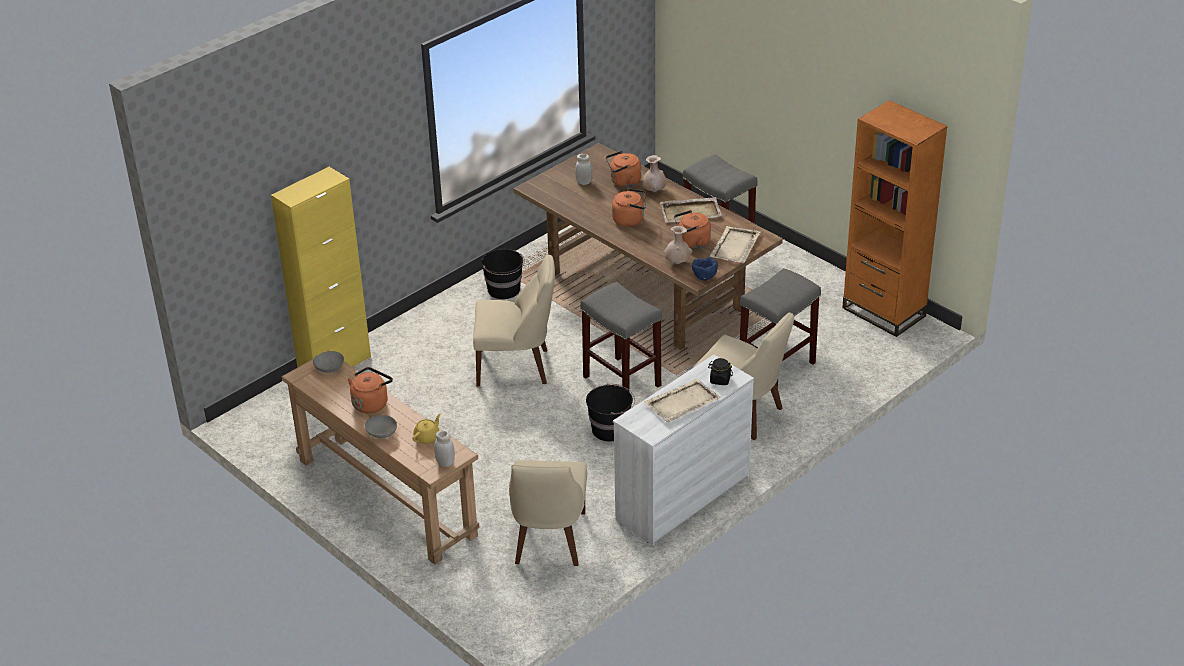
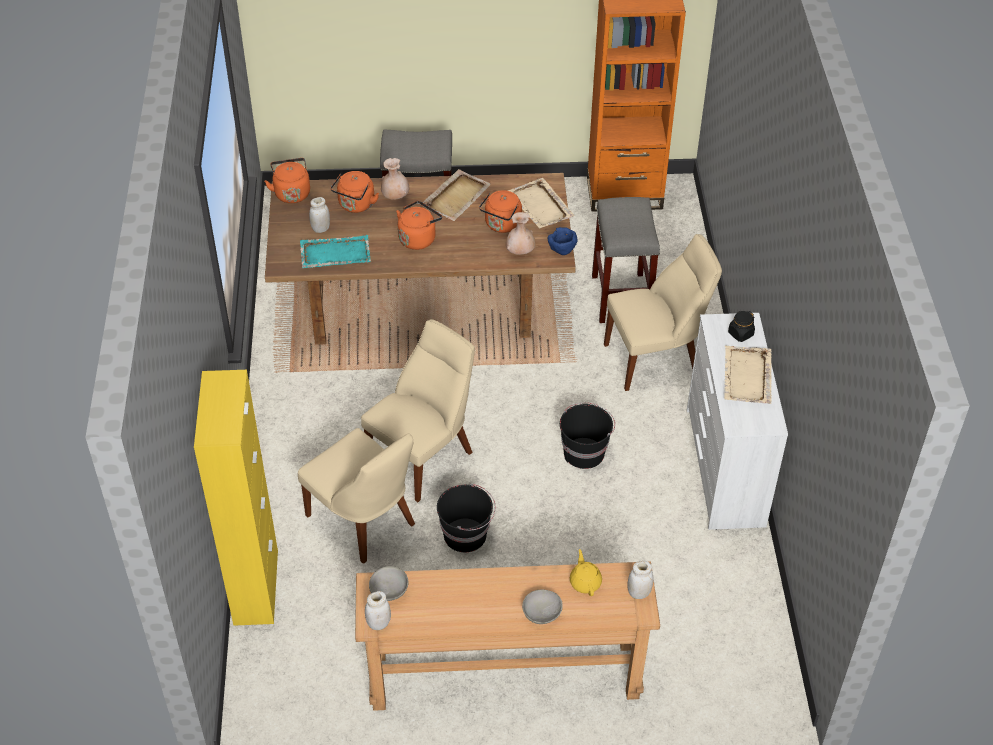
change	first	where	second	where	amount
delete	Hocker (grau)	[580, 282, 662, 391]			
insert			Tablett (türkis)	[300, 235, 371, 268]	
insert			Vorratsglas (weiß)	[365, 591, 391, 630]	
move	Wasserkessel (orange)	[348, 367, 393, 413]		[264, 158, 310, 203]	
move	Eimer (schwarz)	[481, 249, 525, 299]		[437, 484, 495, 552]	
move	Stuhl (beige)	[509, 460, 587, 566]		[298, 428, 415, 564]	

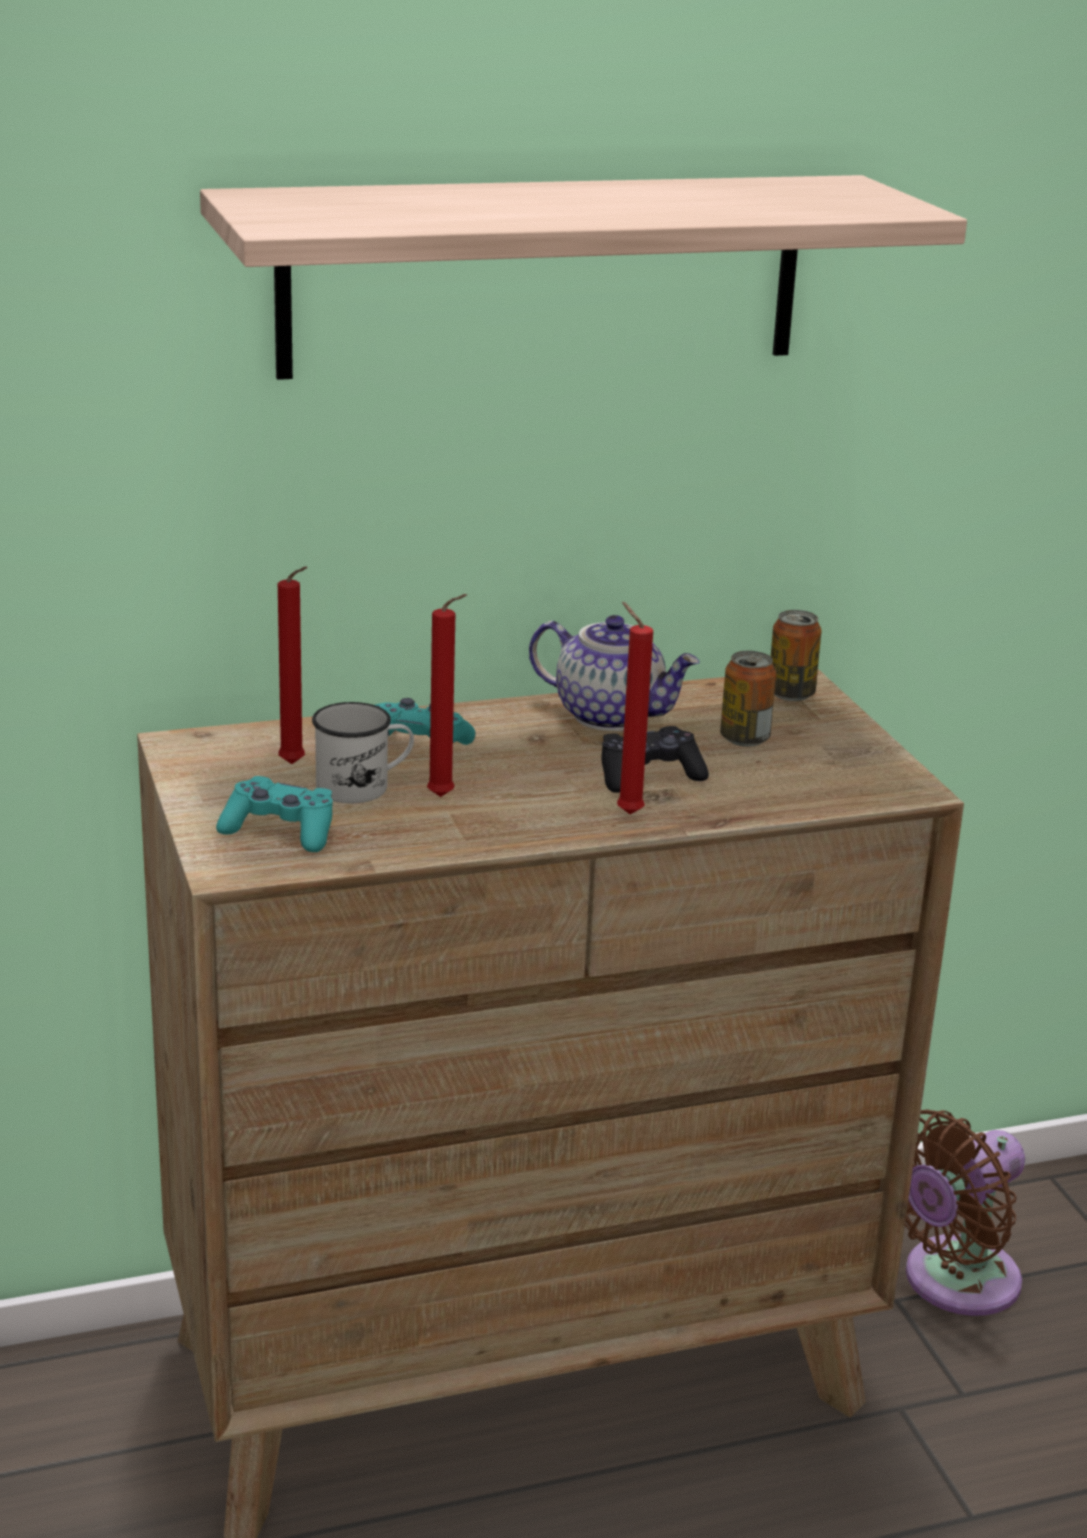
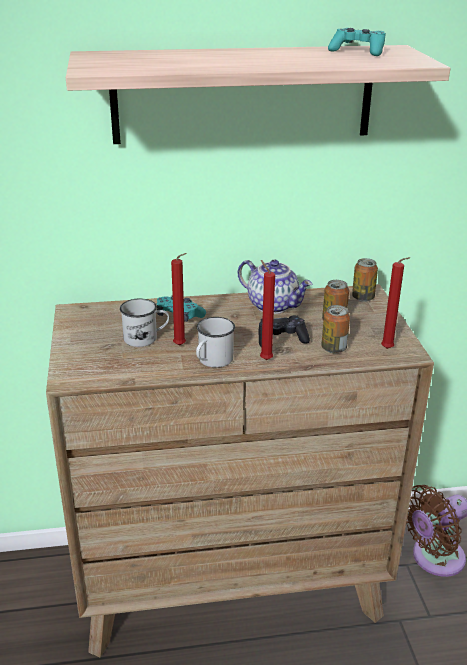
change	first	where	second	where	amount
insert			Henkelbecher (weiß)	[196, 317, 235, 368]	
insert			Dose	[321, 305, 350, 353]	
move	Gamepad (türkis)	[216, 776, 333, 852]		[328, 28, 386, 56]	
move	Kerze (rot)	[278, 567, 308, 764]		[381, 257, 410, 349]	

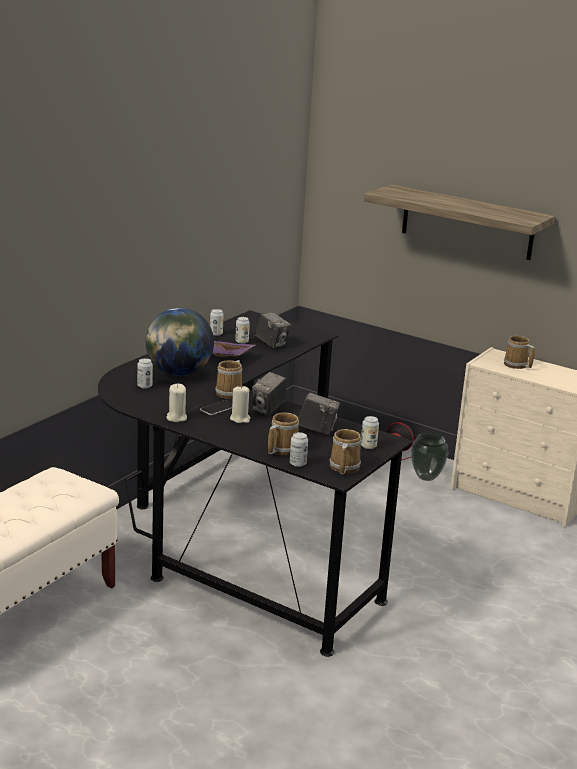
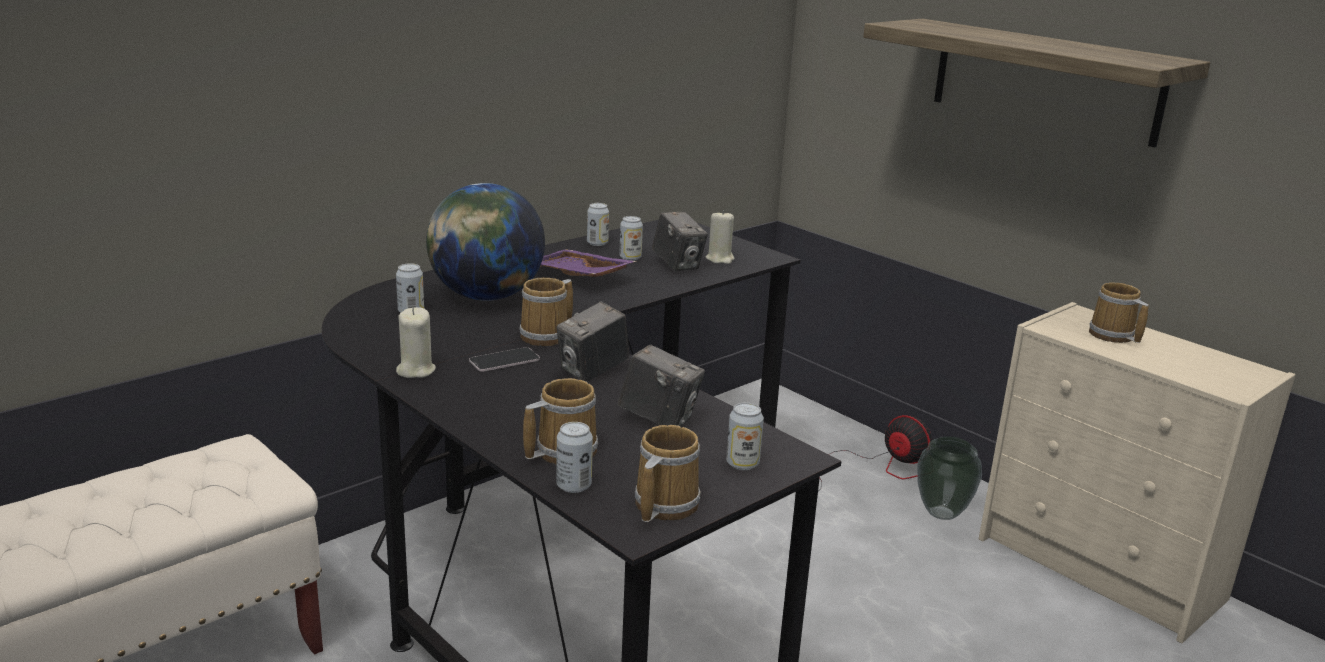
change	first	where	second	where	amount
move	Kerze (beige)	[230, 385, 251, 423]		[706, 210, 735, 264]	

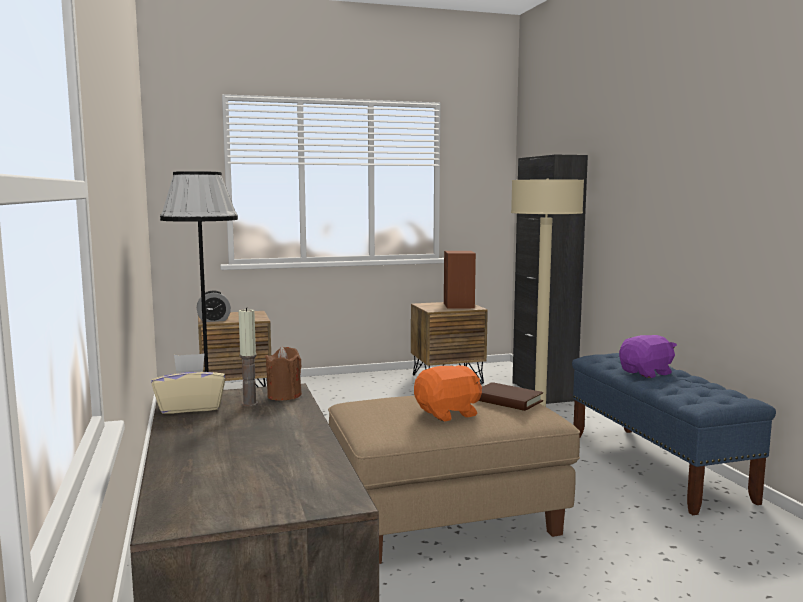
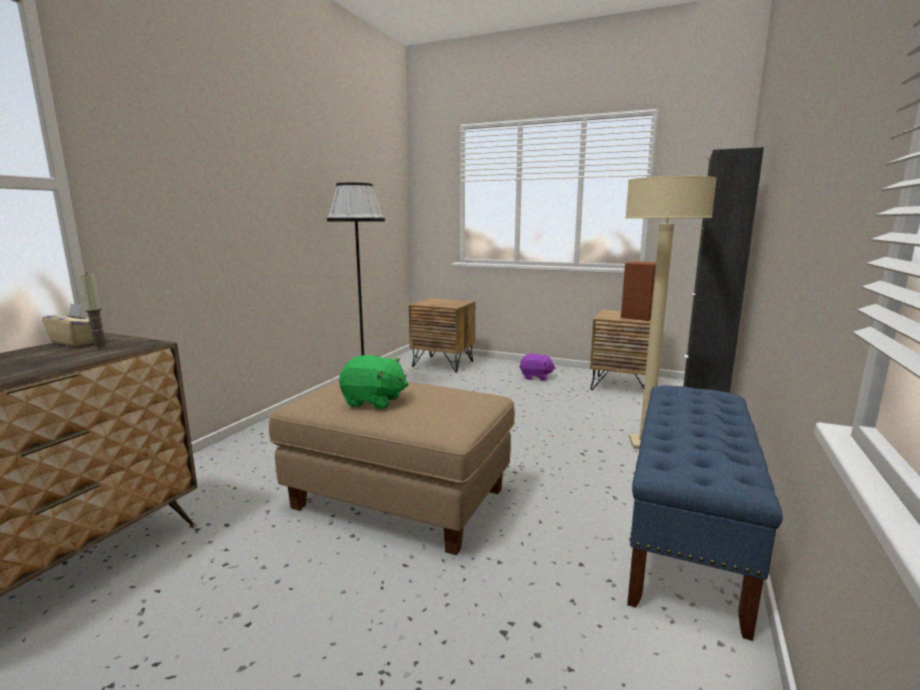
change	first	where	second	where	amount
delete	Wecker	[197, 291, 231, 322]			
delete	Kerze (braun)	[265, 346, 302, 400]			
delete	Buch (braun)	[479, 382, 543, 411]			
move	Plüschtier (lila)	[619, 335, 677, 378]		[519, 354, 556, 381]	
recolor	Plüschtier (orange)	[414, 365, 482, 422]	Plüschtier (grün)	[339, 355, 409, 409]	

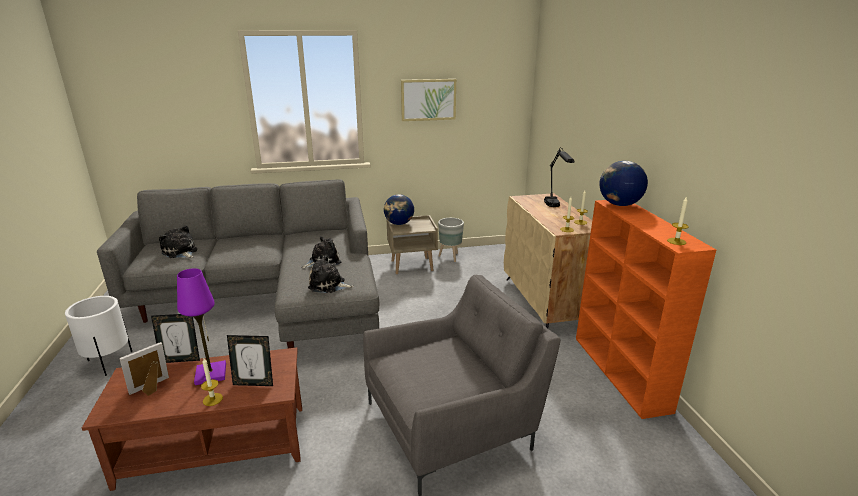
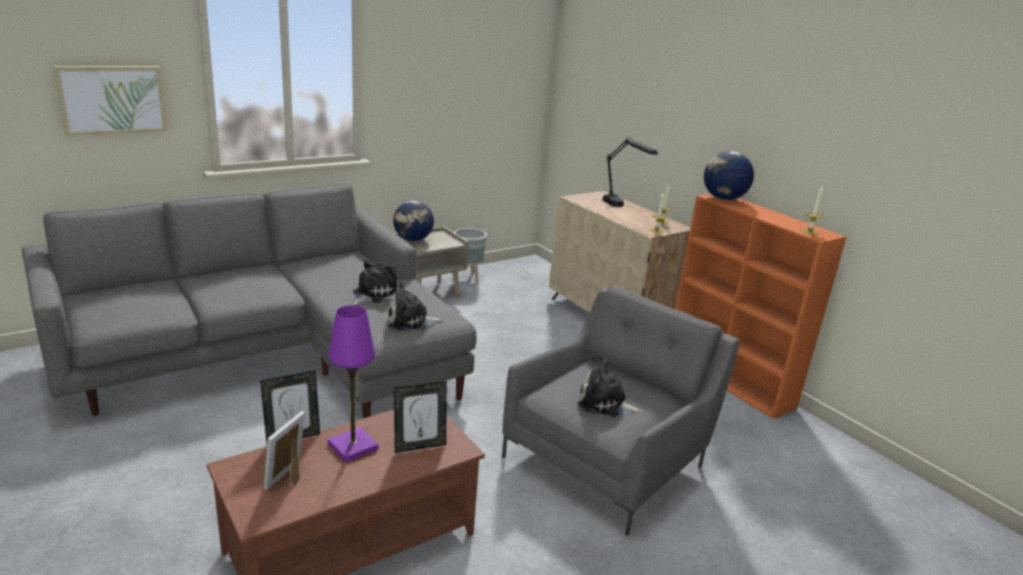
change	first	where	second	where	amount
delete	Pflanzkübel (weiß)	[65, 296, 132, 376]			
delete	Kerze	[201, 358, 223, 406]			
move	Plüschtier	[159, 226, 197, 258]		[577, 358, 643, 418]	
move	Bild	[401, 79, 456, 121]		[54, 66, 167, 136]	

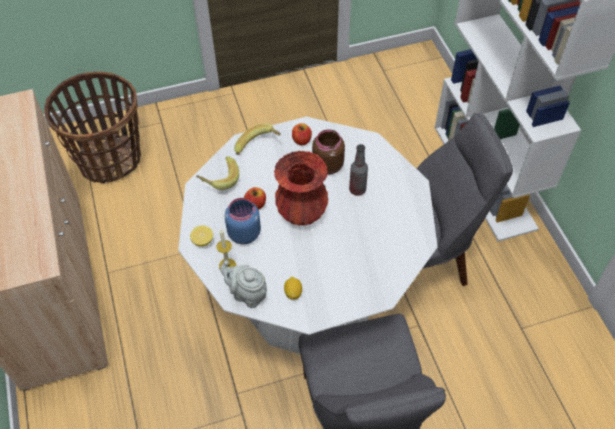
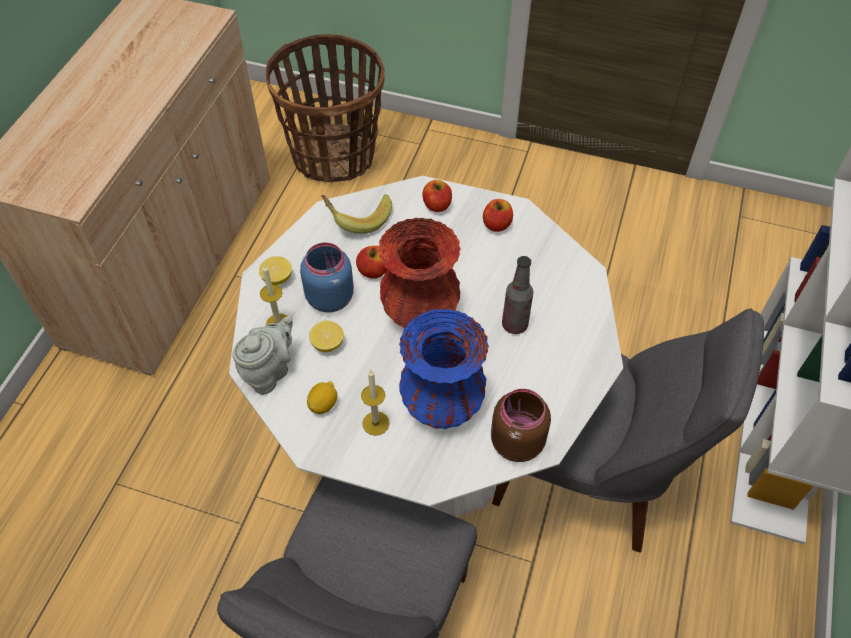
change	first	where	second	where	amount
insert			Zitrone	[309, 321, 344, 352]	
insert			Kerze	[361, 370, 390, 436]	
insert			Vase (blau)	[399, 309, 489, 429]	
move	Vorratsglas (braun)	[312, 129, 345, 175]		[491, 389, 551, 462]	
replace	Banane	[234, 123, 281, 155]	Apfel	[422, 180, 452, 212]	
rotate	Teekanne (grau)	[220, 260, 267, 308]		[232, 316, 293, 395]	60 degrees clockwise

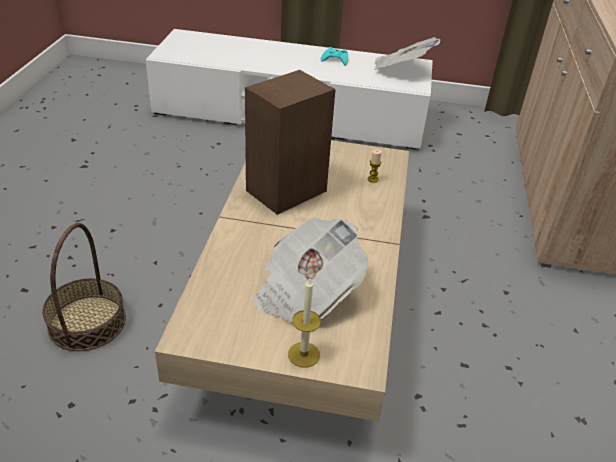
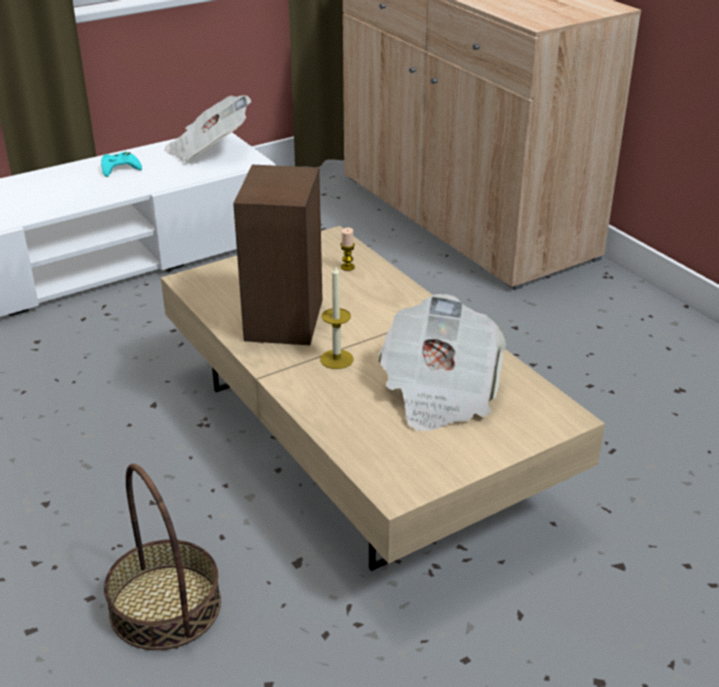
change	first	where	second	where	amount
move	Kerze	[288, 279, 321, 368]		[320, 264, 354, 369]	

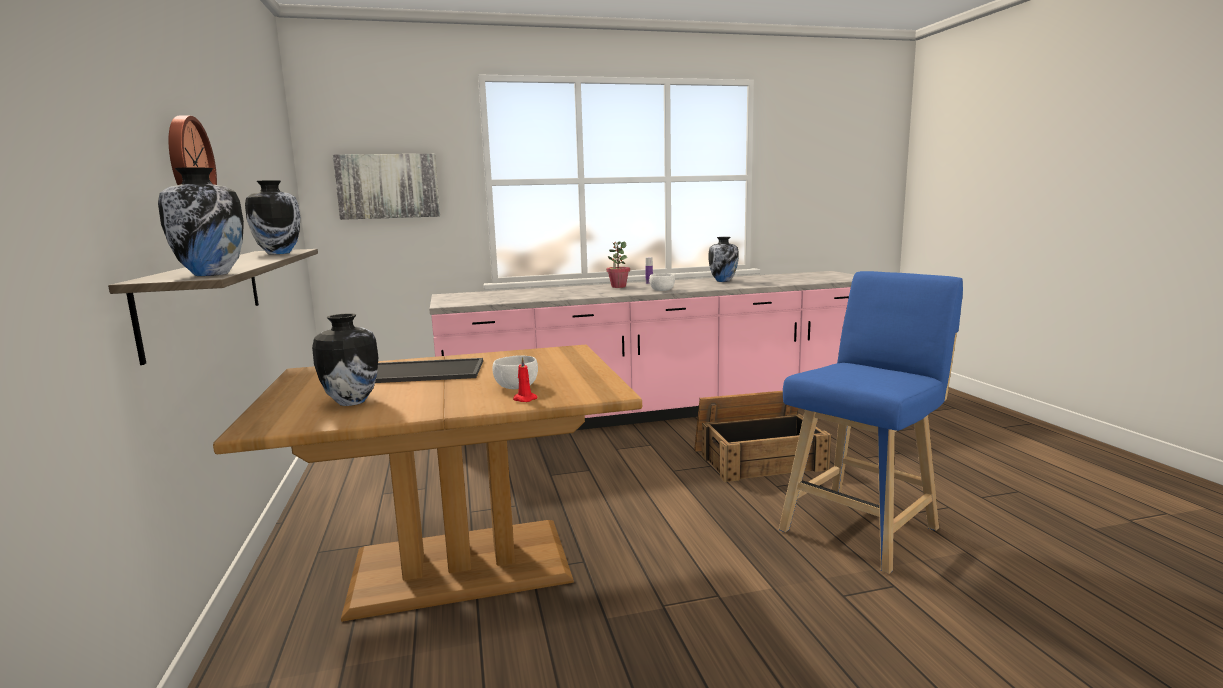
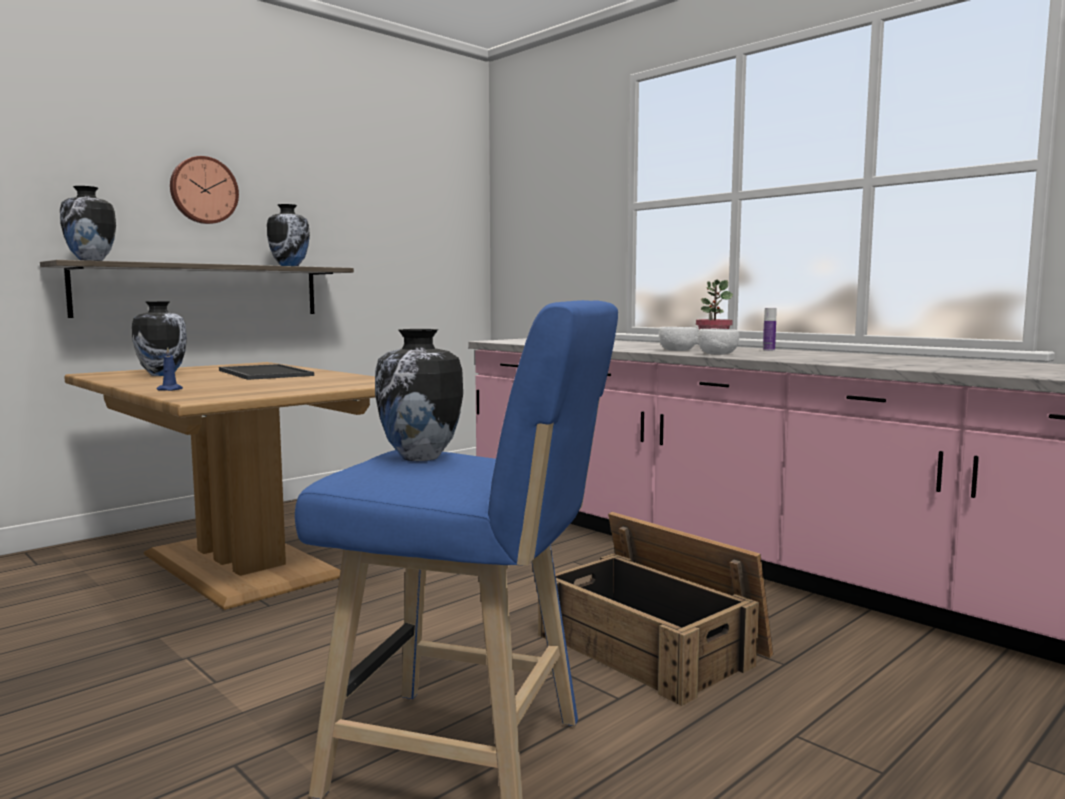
change	first	where	second	where	amount
delete	Bild	[332, 154, 440, 220]			
move	Schüssel (weiß)	[493, 355, 538, 389]		[659, 327, 698, 351]	
move	Vase	[708, 237, 739, 282]		[375, 329, 463, 461]	
recolor	Kerze (rot)	[513, 357, 537, 402]	Kerze (blau)	[157, 347, 183, 391]	

